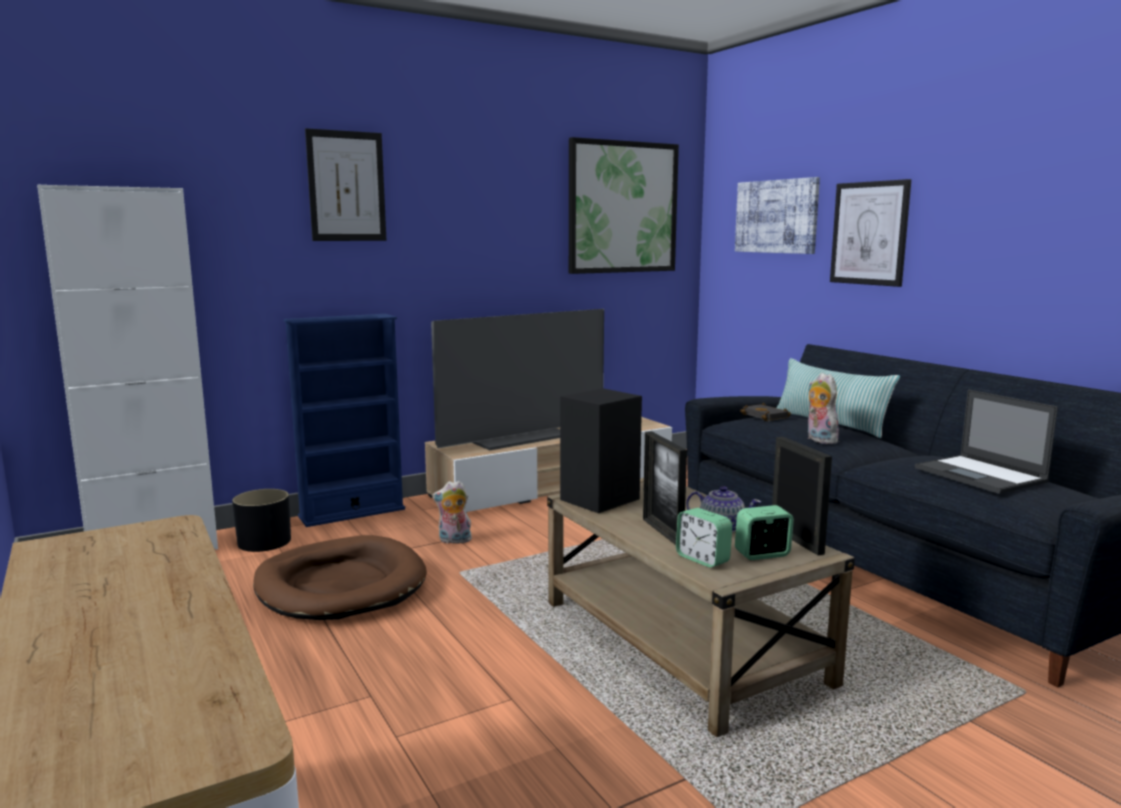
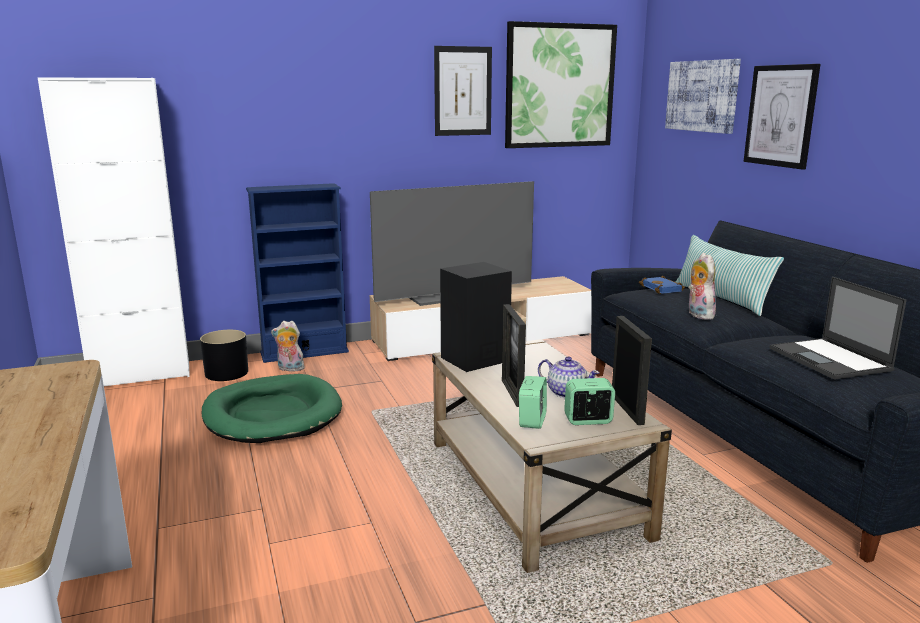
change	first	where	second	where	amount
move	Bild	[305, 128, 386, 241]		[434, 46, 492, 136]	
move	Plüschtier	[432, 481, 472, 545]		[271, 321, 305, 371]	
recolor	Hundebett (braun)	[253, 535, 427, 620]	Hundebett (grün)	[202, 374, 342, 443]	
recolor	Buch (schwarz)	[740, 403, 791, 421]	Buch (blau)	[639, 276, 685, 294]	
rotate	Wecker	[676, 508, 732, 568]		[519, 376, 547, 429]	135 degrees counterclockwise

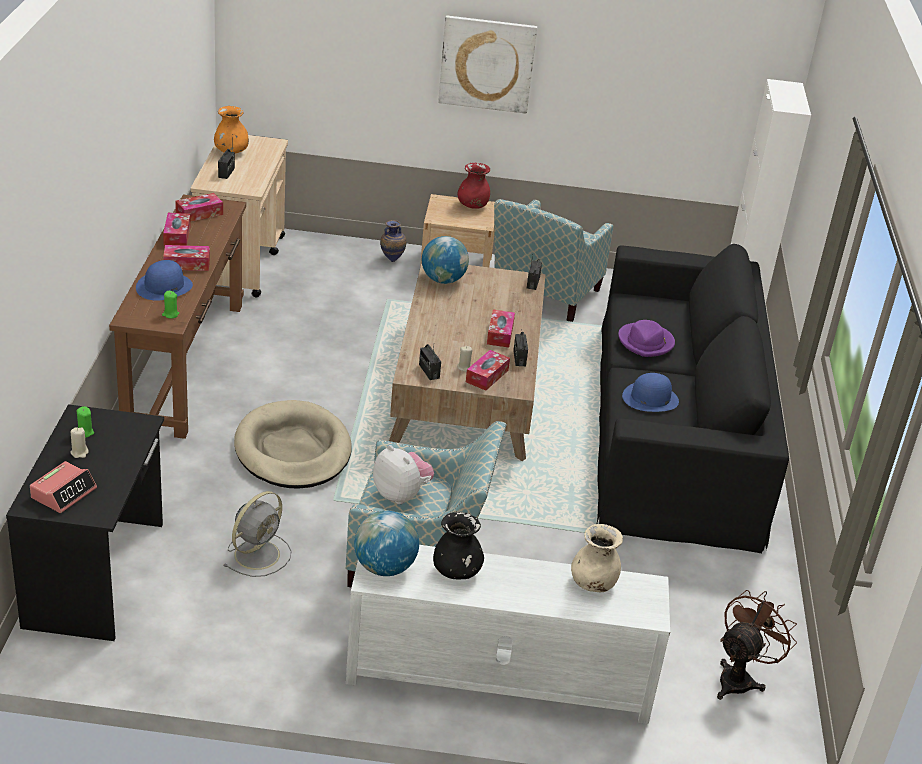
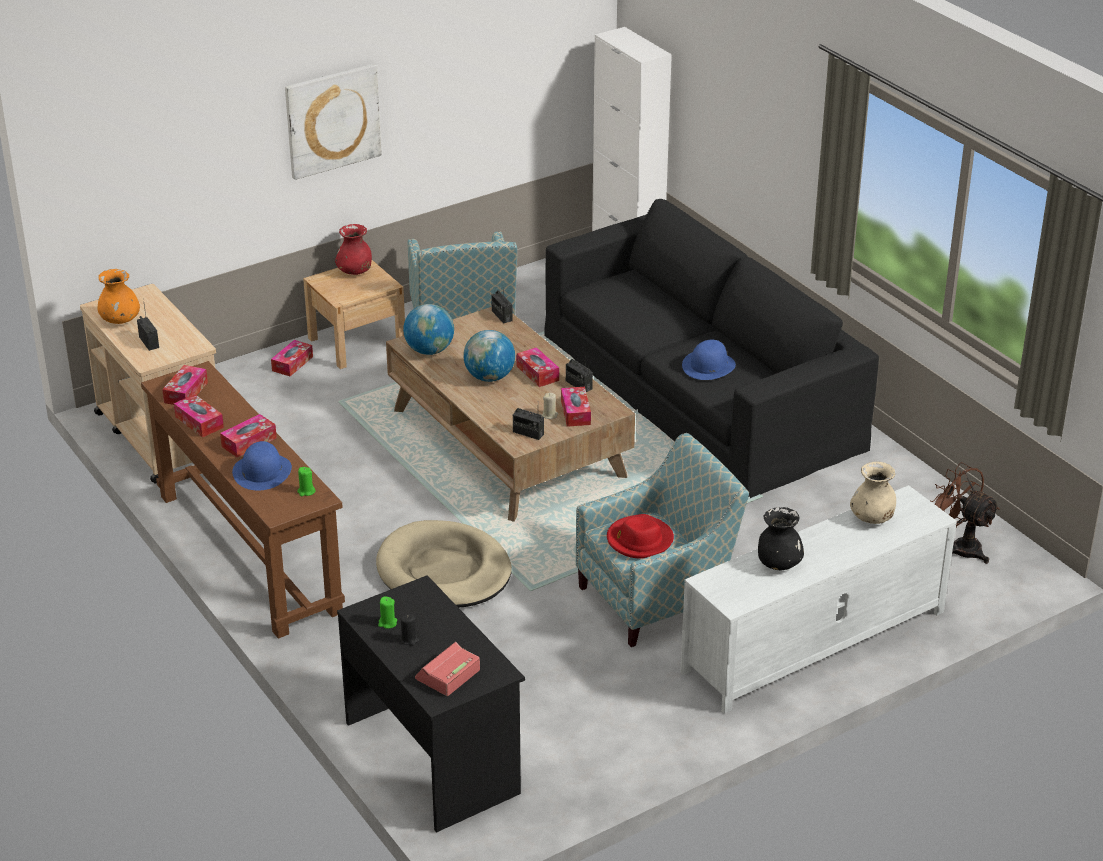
change	first	where	second	where	amount
delete	Ventilator (grau)	[224, 491, 291, 577]			
delete	Hut (lila)	[618, 320, 675, 357]			
move	Globus	[354, 511, 419, 576]		[463, 330, 515, 382]	
replace	Plüschtier	[373, 445, 434, 504]	Hut (rot)	[607, 514, 674, 559]	
replace	Vase	[380, 220, 407, 262]	Taschentuchbox	[271, 340, 313, 376]	
recolor	Kerze (beige)	[70, 427, 89, 458]	Kerze (schwarz)	[399, 614, 420, 646]	
rotate	Wecker	[30, 461, 97, 513]		[415, 642, 480, 696]	135 degrees counterclockwise
rotate	Ventilator (braun)	[717, 590, 797, 700]		[931, 462, 1000, 564]	45 degrees counterclockwise

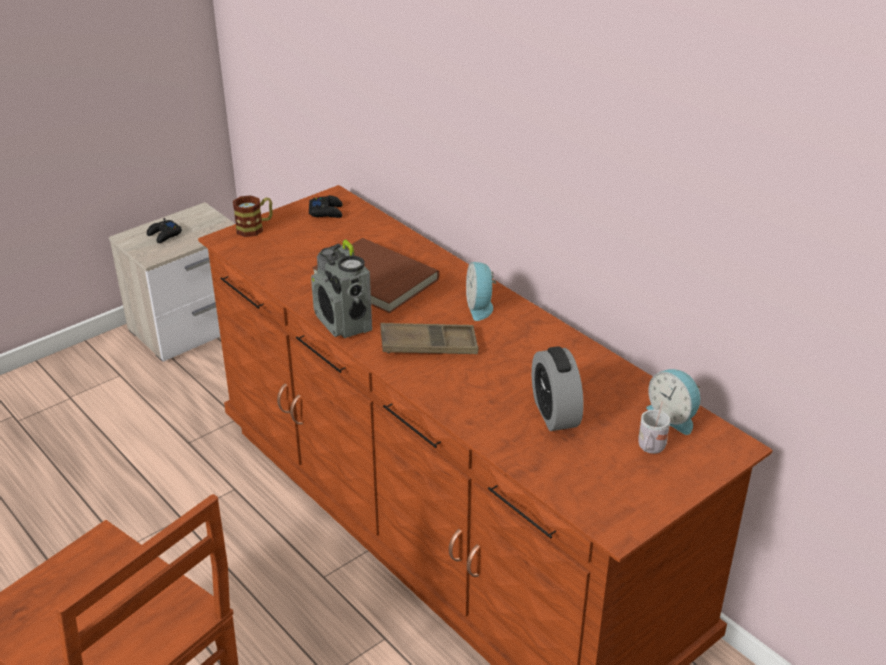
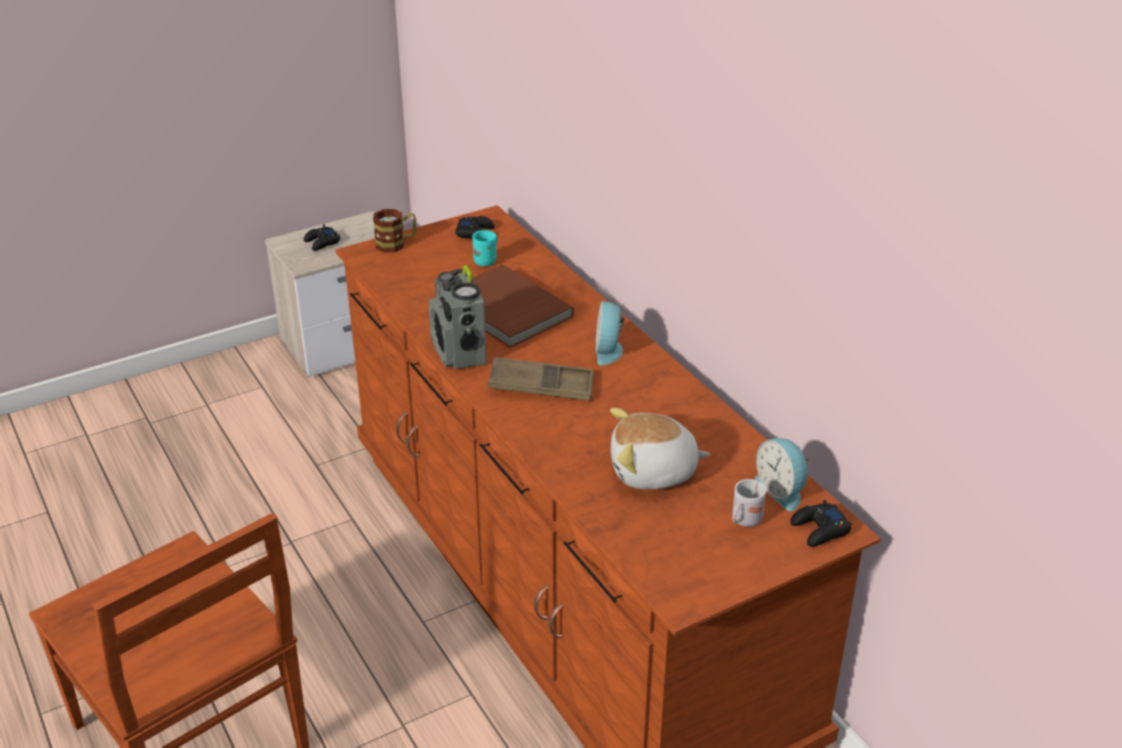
change	first	where	second	where	amount
insert			Henkelbecher (türkis)	[472, 230, 498, 266]	
insert			Gamepad (schwarz)	[791, 500, 852, 547]	
replace	Wecker	[532, 346, 584, 431]	Plüschtier	[610, 408, 710, 489]	

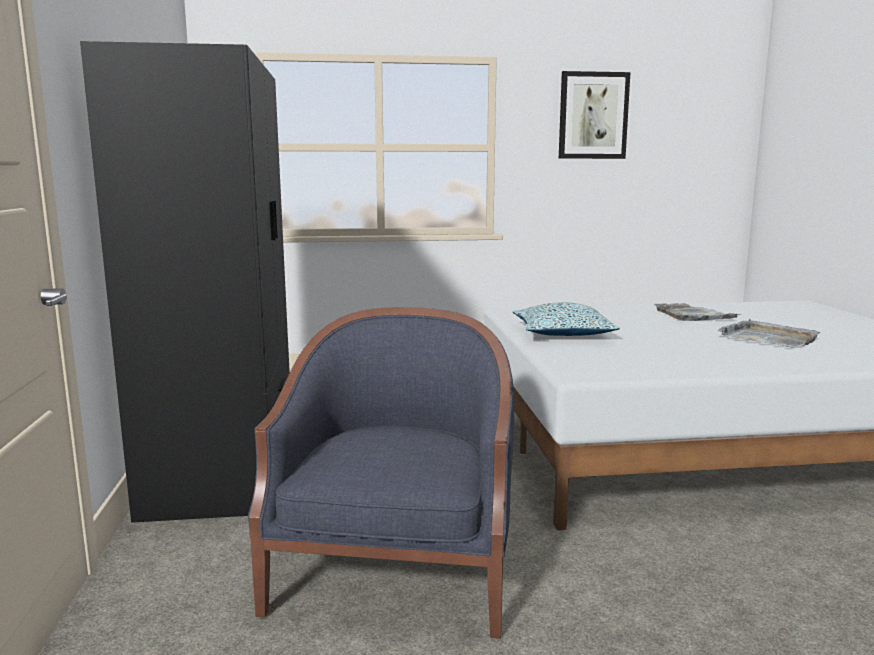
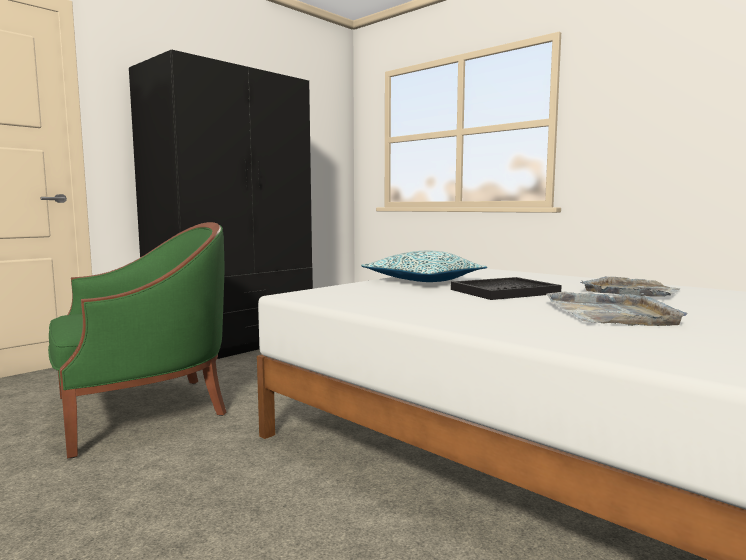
change	first	where	second	where	amount
delete	Bild	[559, 71, 630, 159]			
insert			Tablett (schwarz)	[451, 277, 562, 300]	
recolor	Sessel (blau)	[248, 307, 514, 639]	Sessel (grün)	[48, 222, 227, 458]	

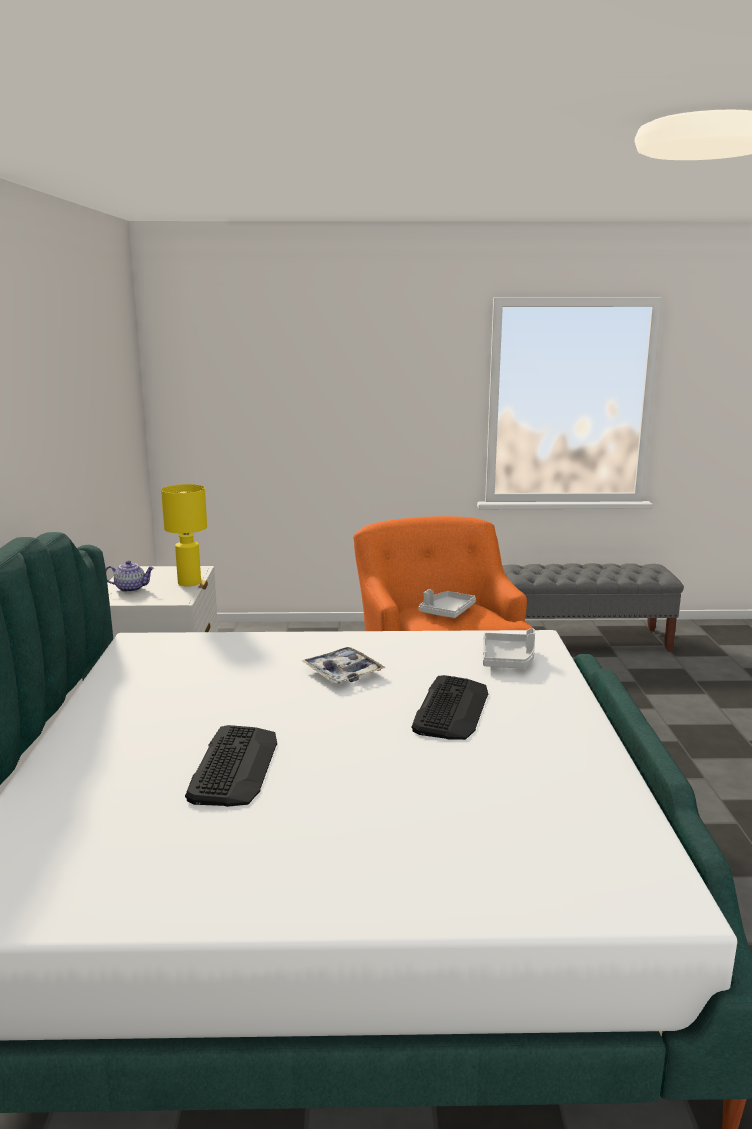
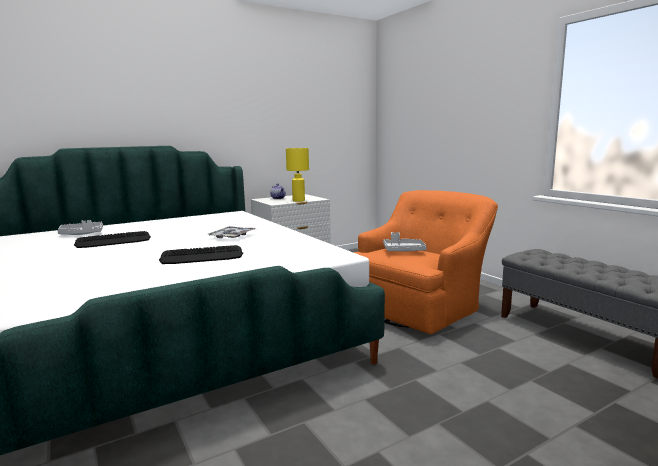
change	first	where	second	where	amount
move	Tablett (grau)	[483, 628, 535, 668]		[57, 220, 103, 235]	

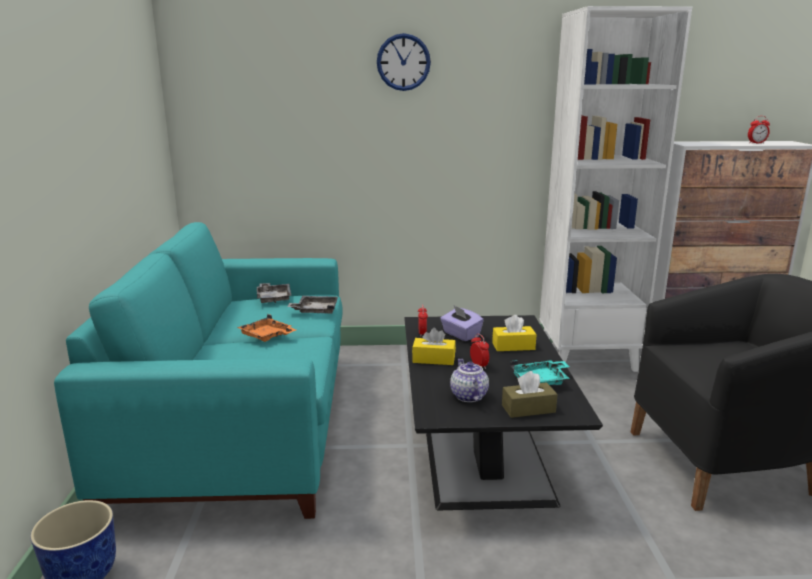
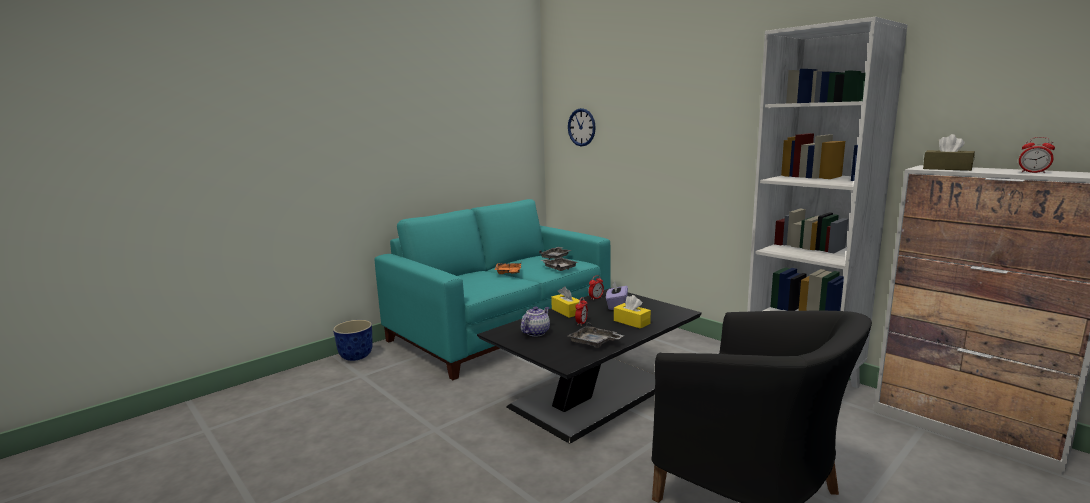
change	first	where	second	where	amount
move	Wanduhr	[377, 33, 431, 91]		[568, 108, 596, 146]	
move	Taschentuchbox (braun)	[502, 371, 558, 418]		[923, 134, 975, 171]	
recolor	Tablett (türkis)	[510, 360, 570, 385]	Tablett (grau)	[568, 323, 624, 348]	

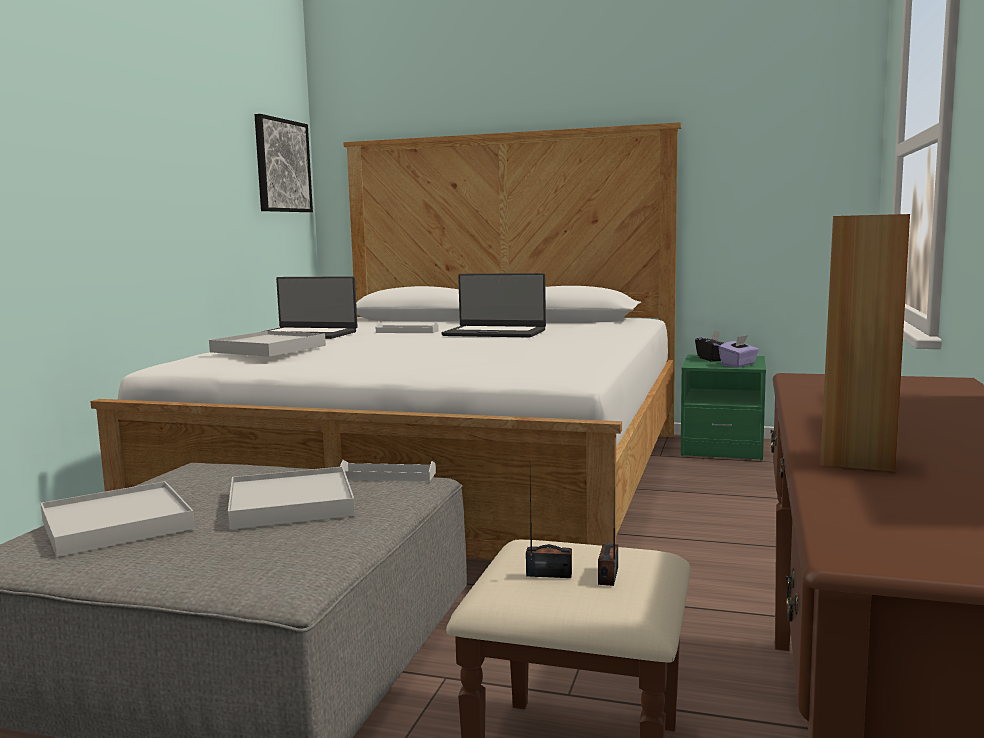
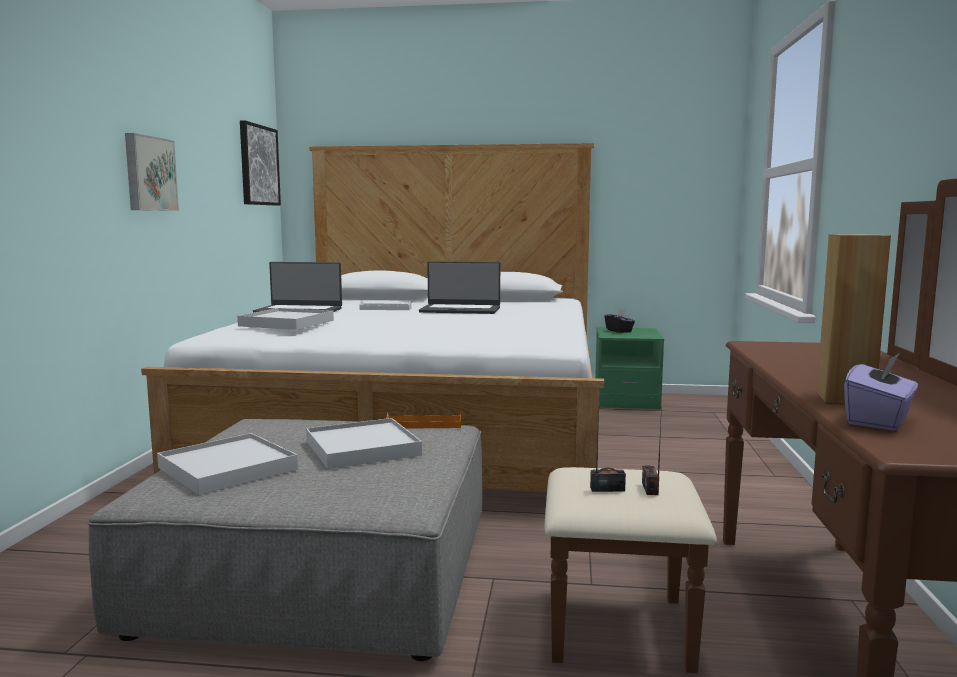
change	first	where	second	where	amount
insert			Bild	[125, 133, 179, 211]	
move	Taschentuchbox (lila)	[719, 335, 759, 367]		[844, 353, 918, 431]	
recolor	Tablett (weiß)	[340, 460, 436, 481]	Tablett (orange)	[386, 412, 461, 429]	

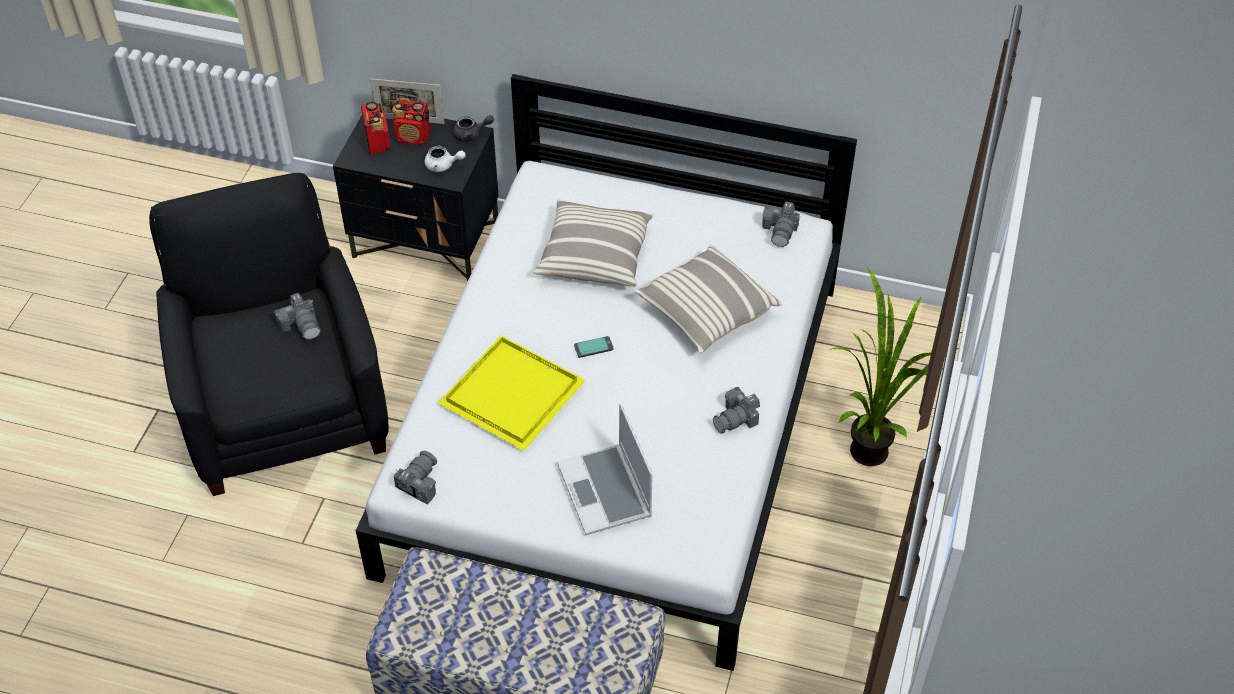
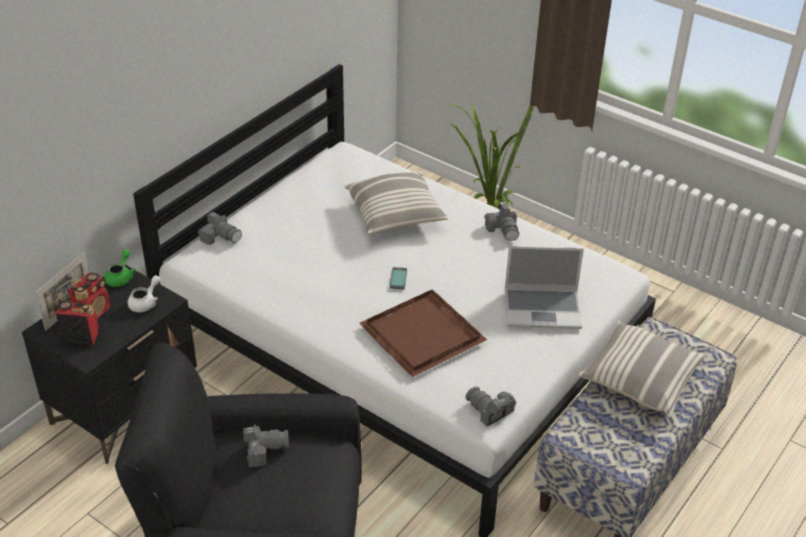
change	first	where	second	where	amount
move	Kissen	[533, 199, 653, 287]		[578, 321, 705, 418]	
move	Kamera	[762, 201, 800, 247]		[198, 212, 242, 245]	
recolor	Tablett (gelb)	[438, 336, 586, 451]	Tablett (braun)	[359, 289, 487, 377]	
recolor	Teekanne (grau)	[453, 115, 494, 142]	Teekanne (grün)	[104, 249, 136, 287]	

